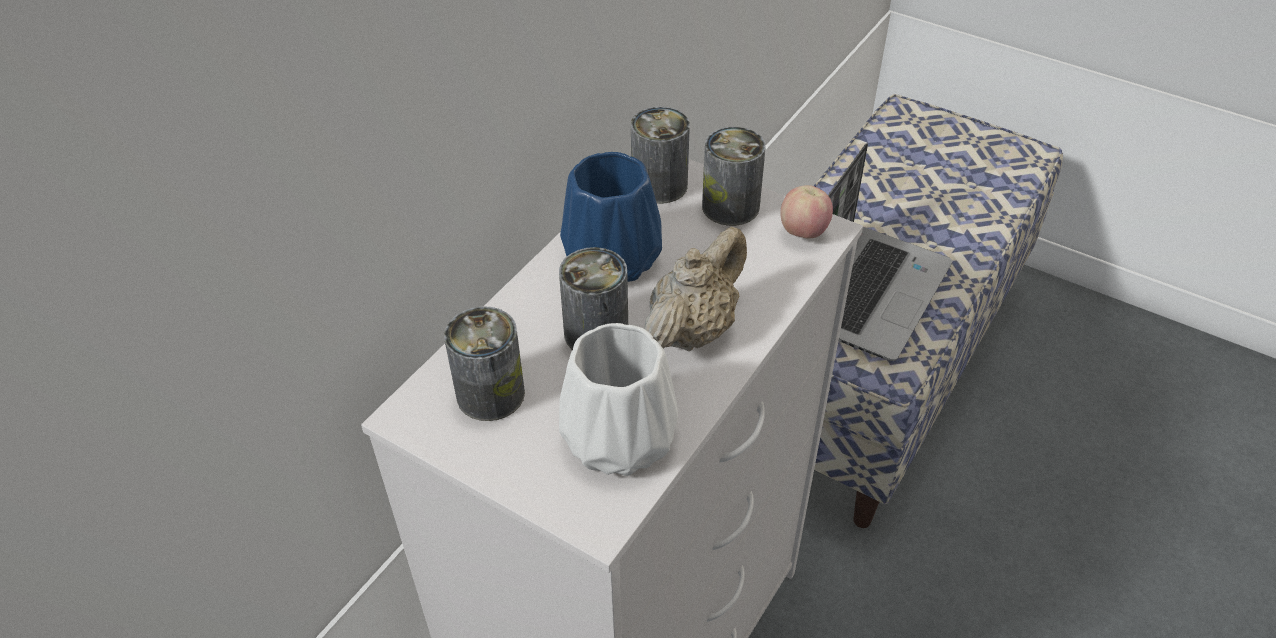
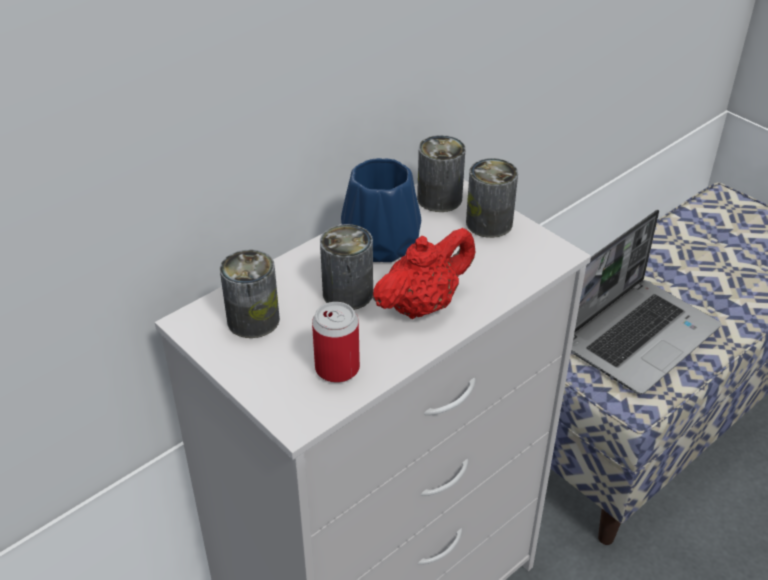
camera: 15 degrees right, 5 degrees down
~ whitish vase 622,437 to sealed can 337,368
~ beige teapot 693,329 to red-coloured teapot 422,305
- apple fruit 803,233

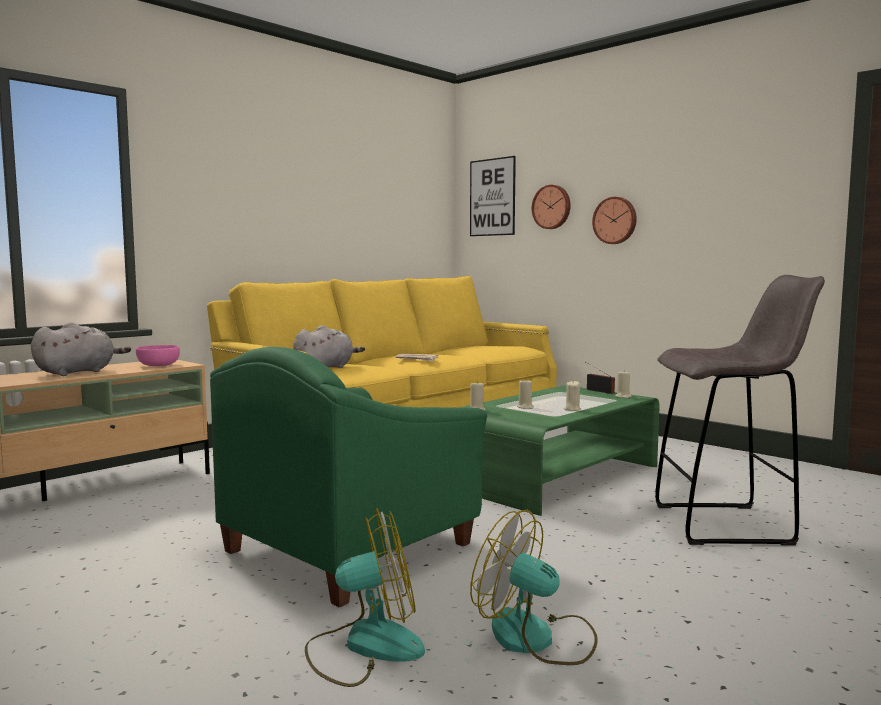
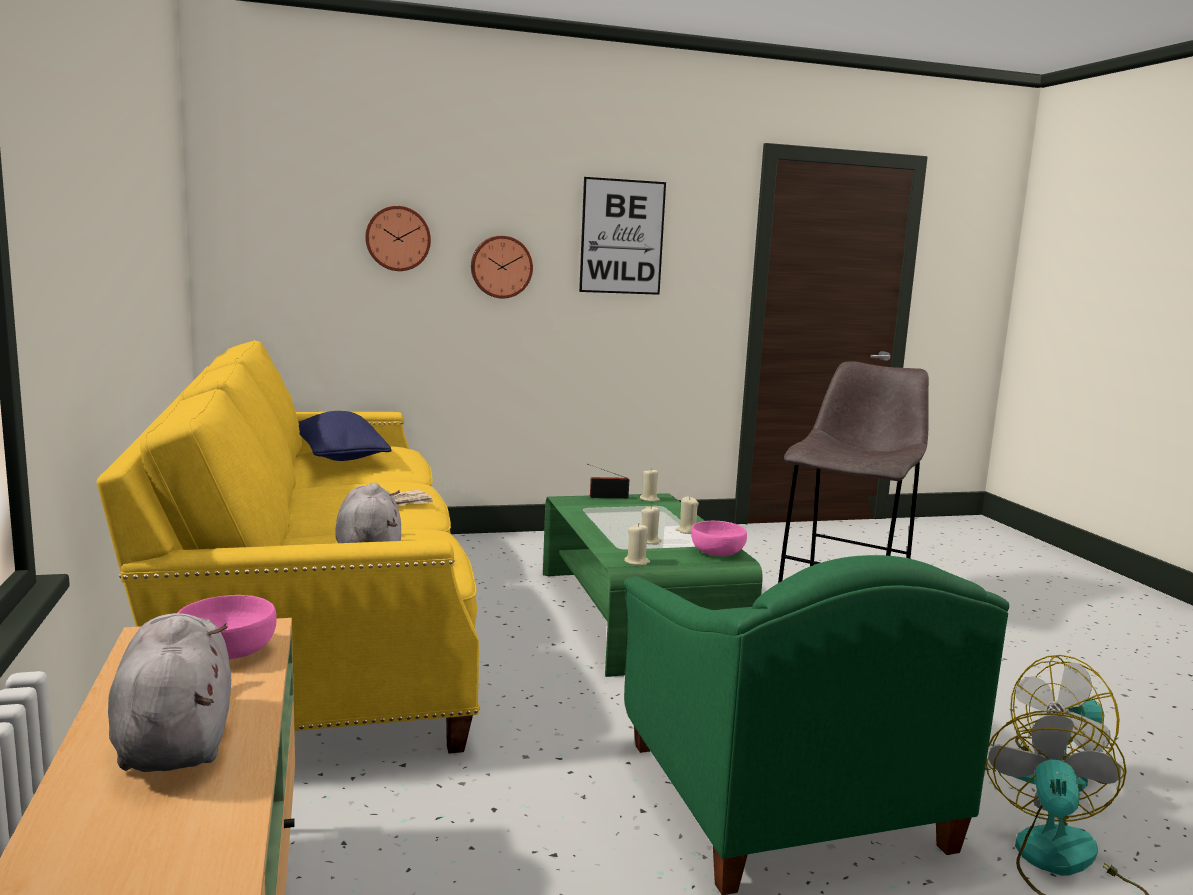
camera: 60 degrees left, 5 degrees up
~ wall picture 492,197 to 622,237
+ blue throw pillow 338,457
+ pinkish serving bowl 716,552

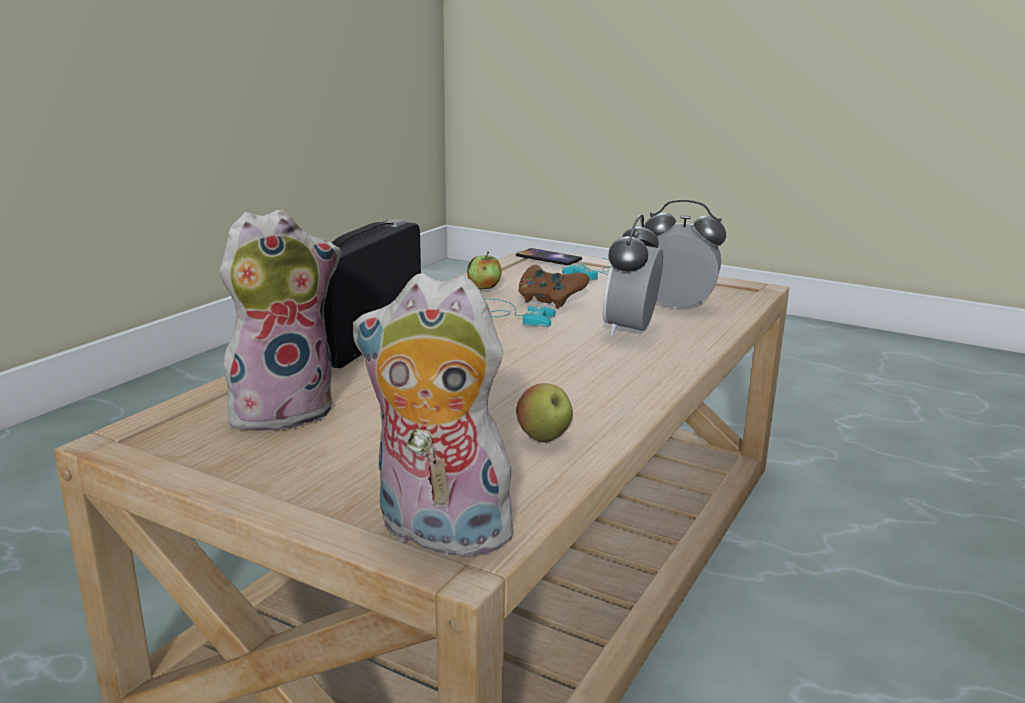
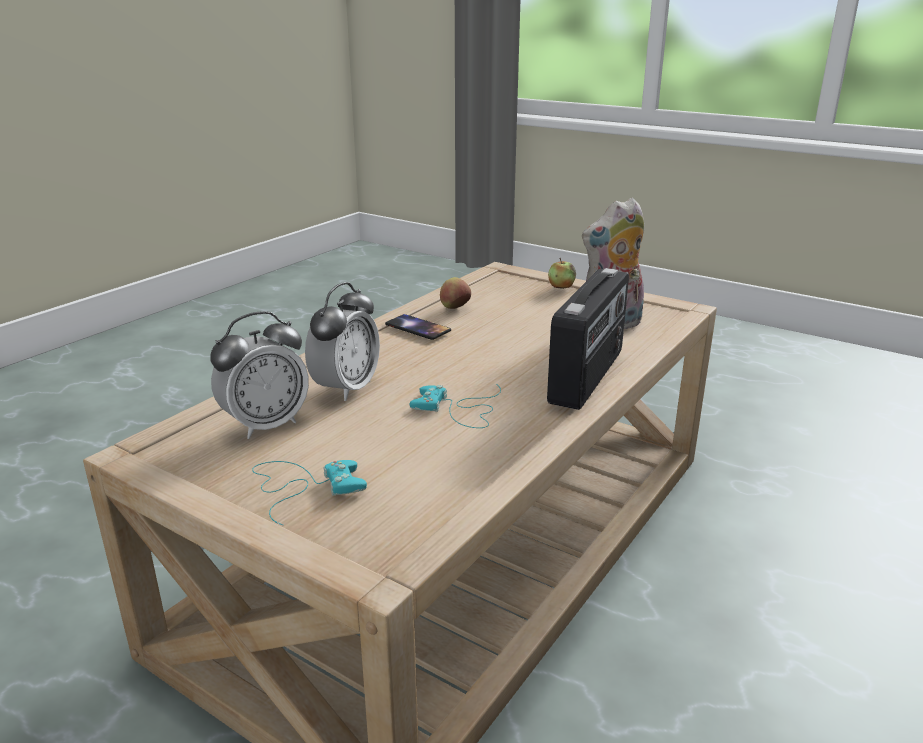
camera: 175 degrees left, 5 degrees up
- soft toy 437,534
~ apple fruit 484,287 to 561,286
~ phone 548,258 to 418,327
- brown gamepad 549,301
~ table clock 677,306 = 265,425 60 degrees counterclockwise

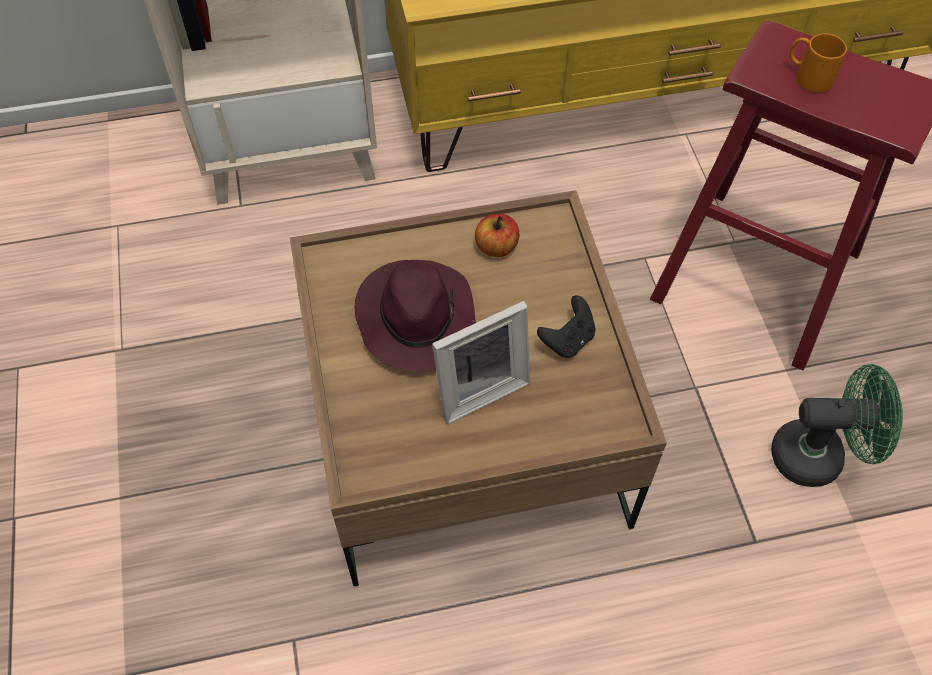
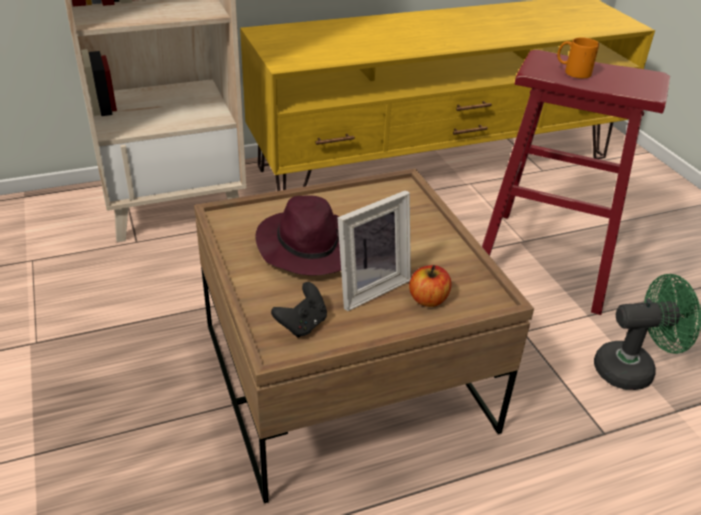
camera: 10 degrees left, 20 degrees down
~ apple fruit 496,247 to 428,299
~ black-coloured gamepad 567,340 to 302,324

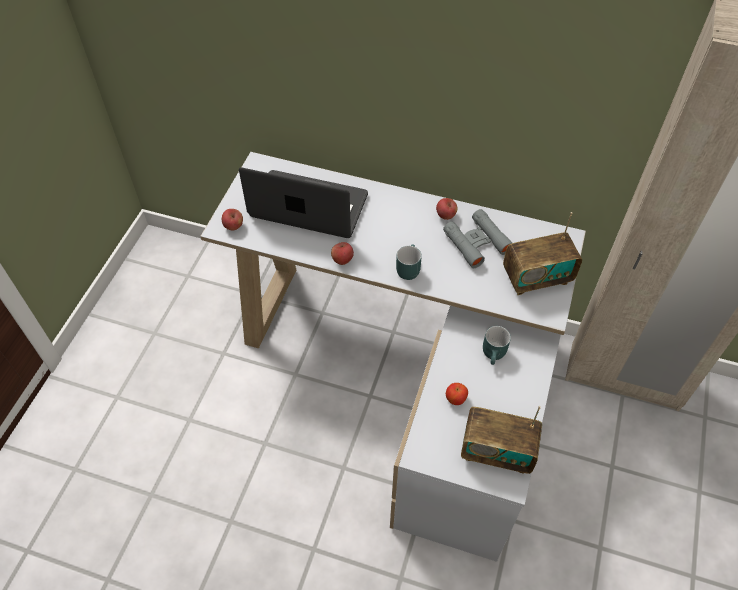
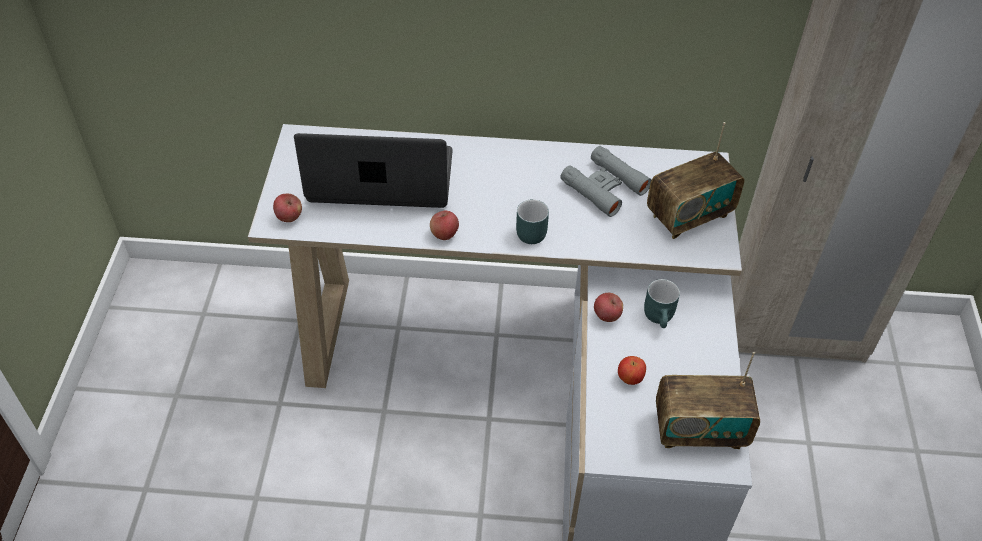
camera: 15 degrees left, 5 degrees down
~ apple fruit 445,215 to 606,316

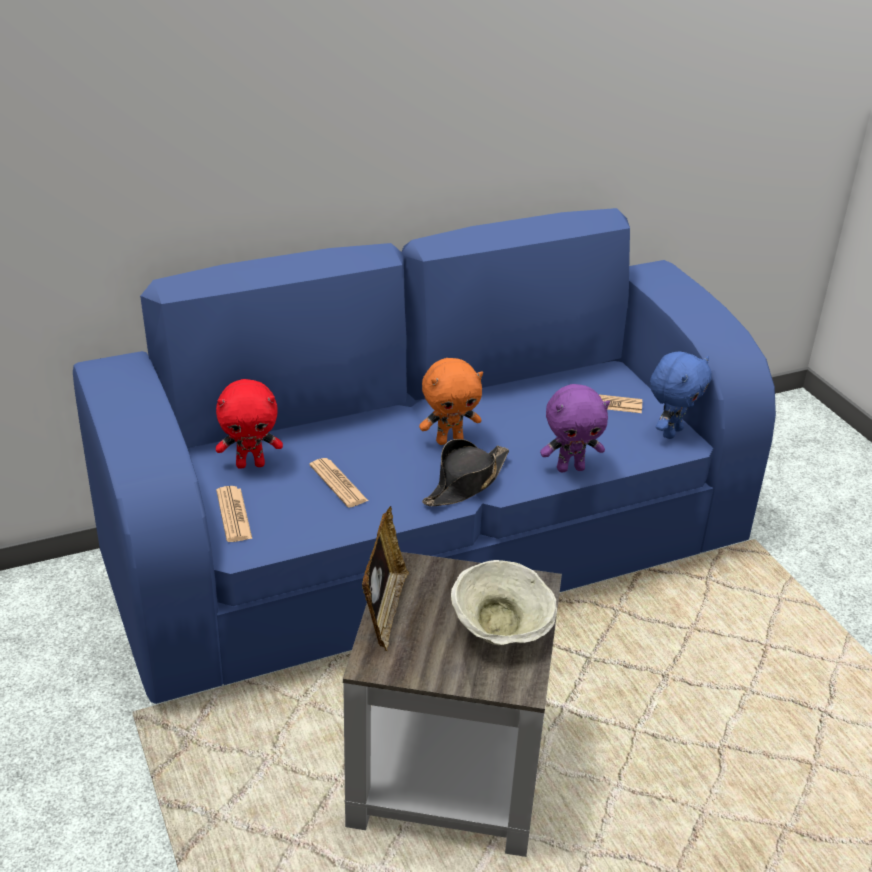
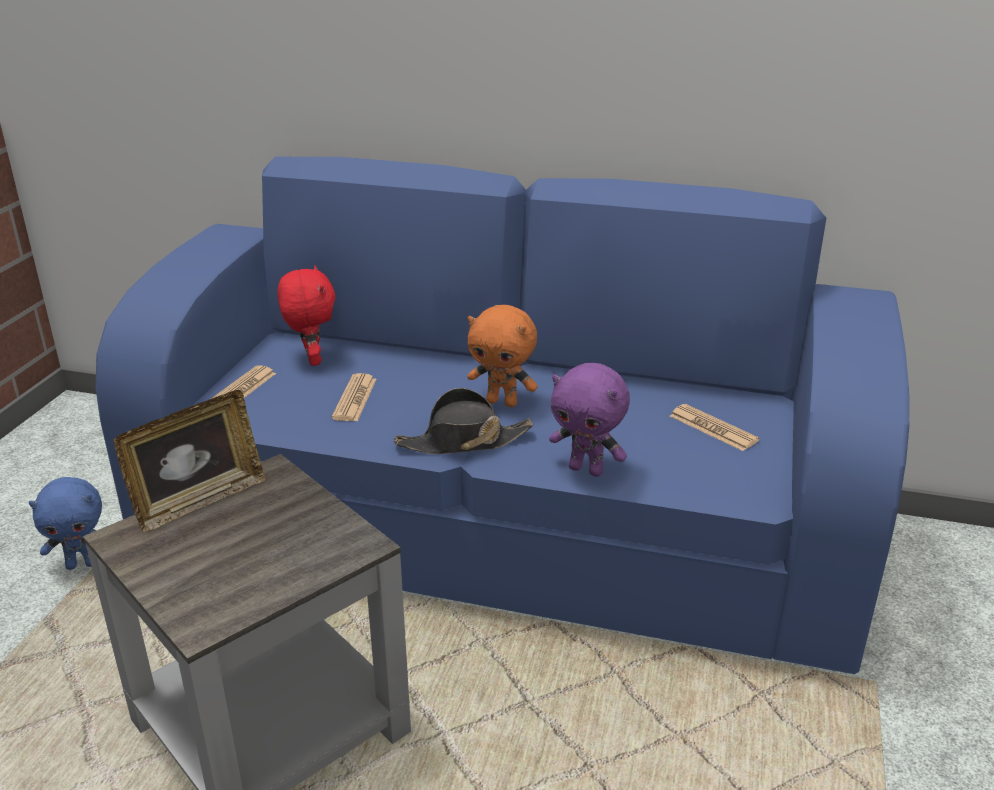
camera: 40 degrees right, 5 degrees down
~ red-coloured soft toy 251,464 = 311,360 135 degrees counterclockwise
- beige serving bowl 501,632
~ blue soft toy 671,432 to 82,564

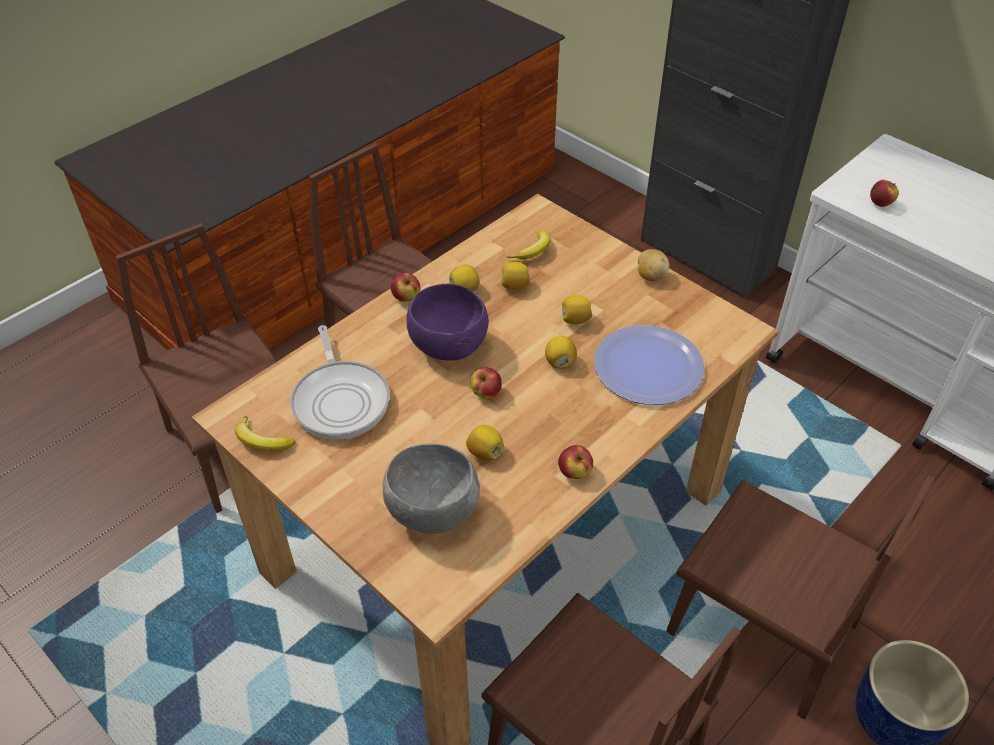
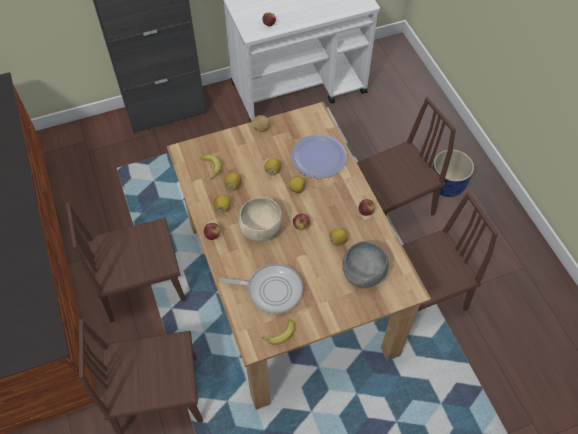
camera: 65 degrees left, 10 degrees up
~ purple serving bowl 448,346 to beige serving bowl 260,230

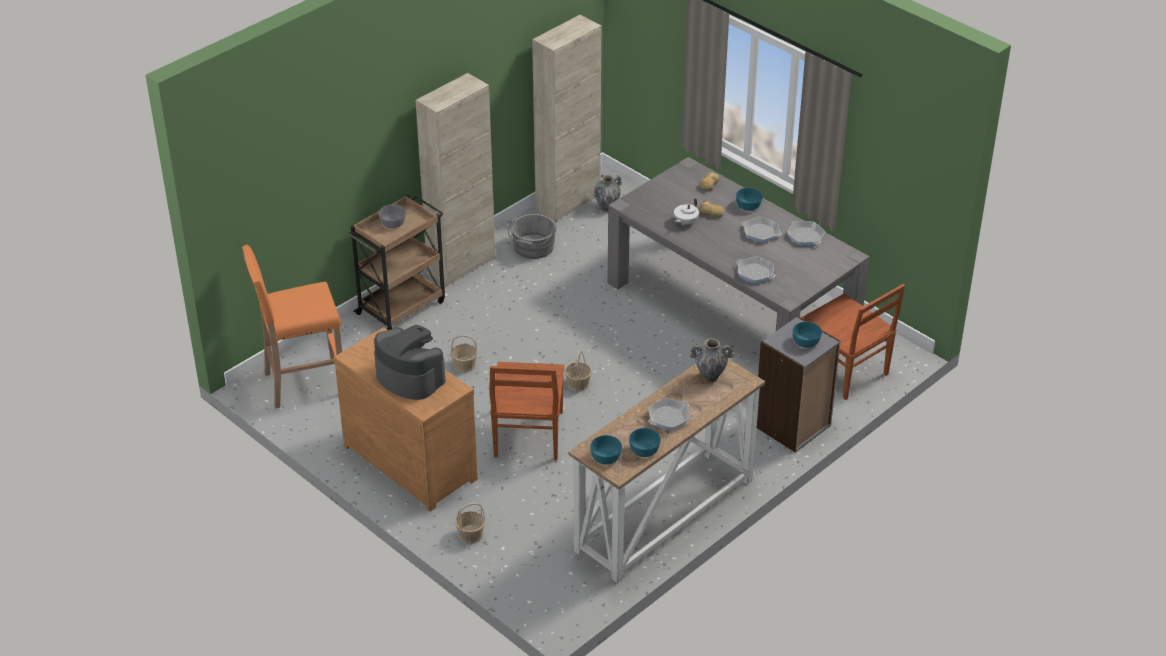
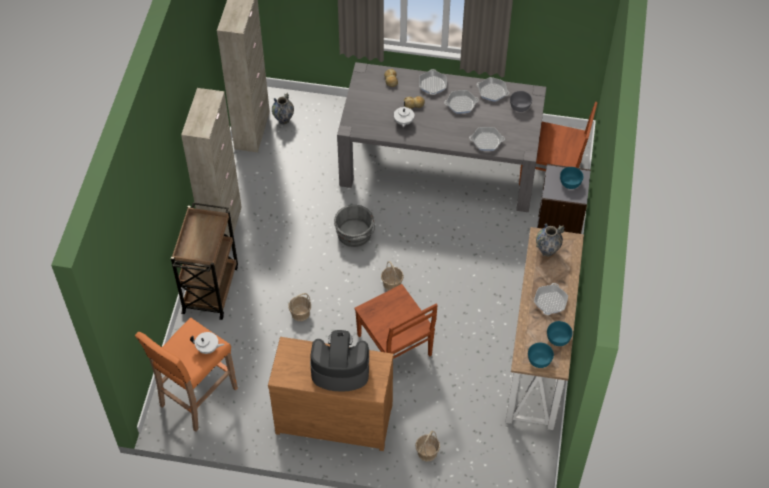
camera: 35 degrees left, 15 degrees up
~ grey serving bowl 393,223 to 520,106
~ grey bucket 533,248 to 355,235
~ turquoise serving bowl 748,205 to frying pan 432,84
+ whitish teapot 208,348

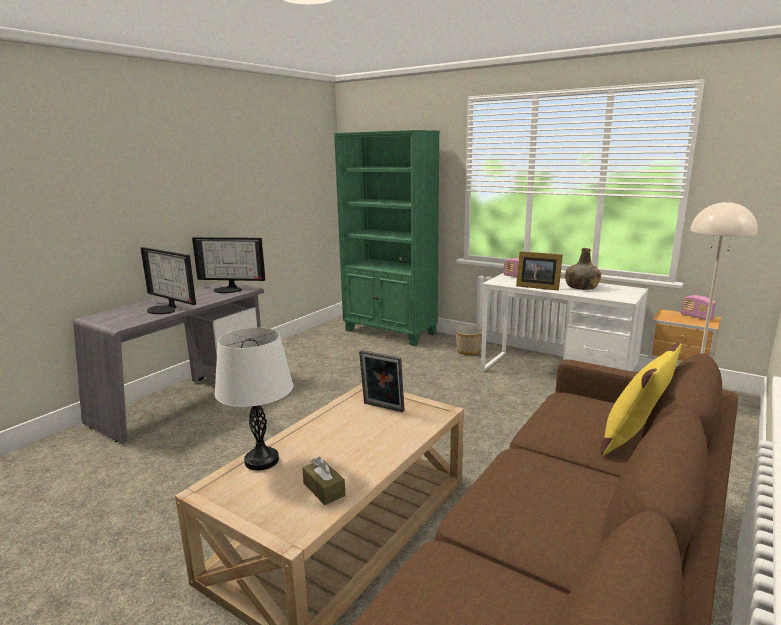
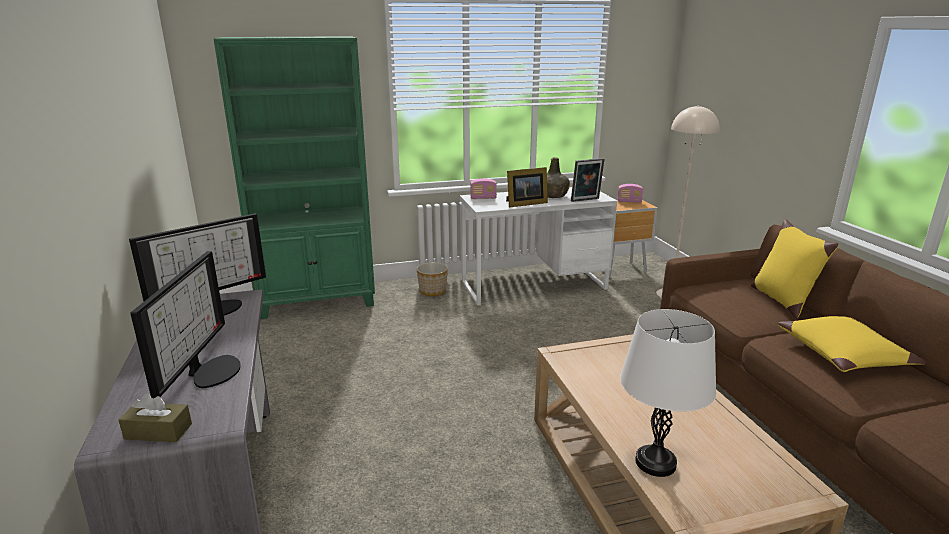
camera: 50 degrees left, 5 degrees up
~ computer display 165,309 = 210,371 75 degrees counterclockwise
~ brown box of tissues 324,489 to 158,431
~ photo frame 382,408 to 586,200
+ yellow throw pillow 844,354

